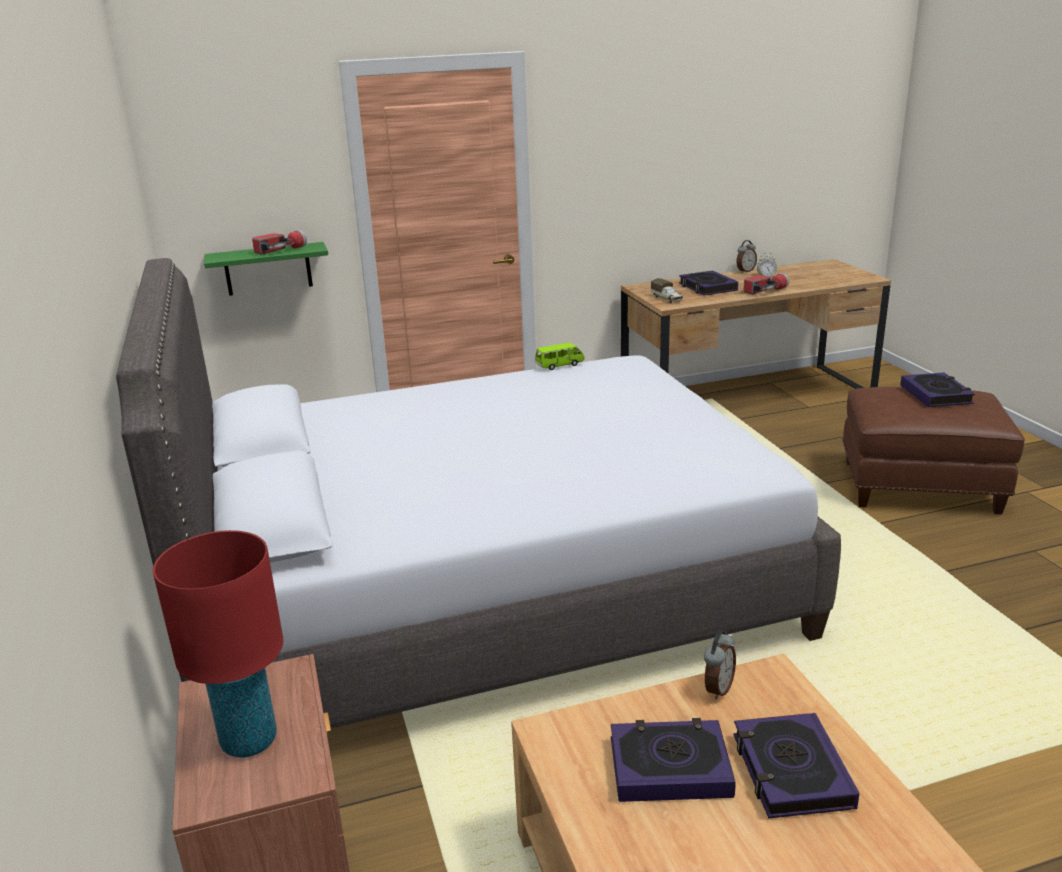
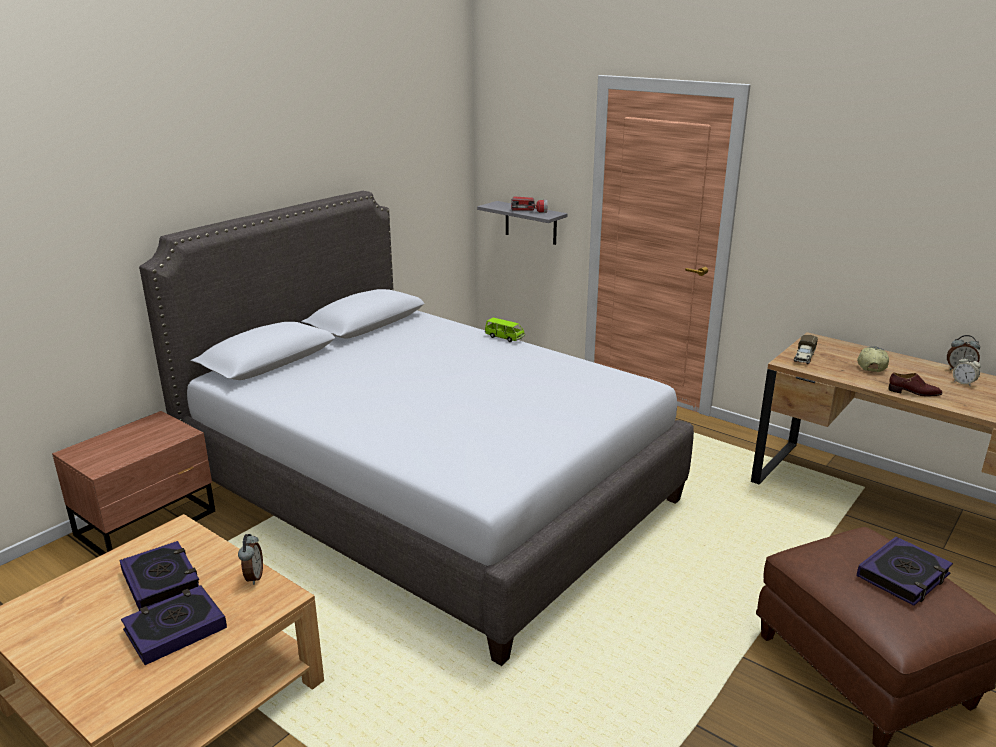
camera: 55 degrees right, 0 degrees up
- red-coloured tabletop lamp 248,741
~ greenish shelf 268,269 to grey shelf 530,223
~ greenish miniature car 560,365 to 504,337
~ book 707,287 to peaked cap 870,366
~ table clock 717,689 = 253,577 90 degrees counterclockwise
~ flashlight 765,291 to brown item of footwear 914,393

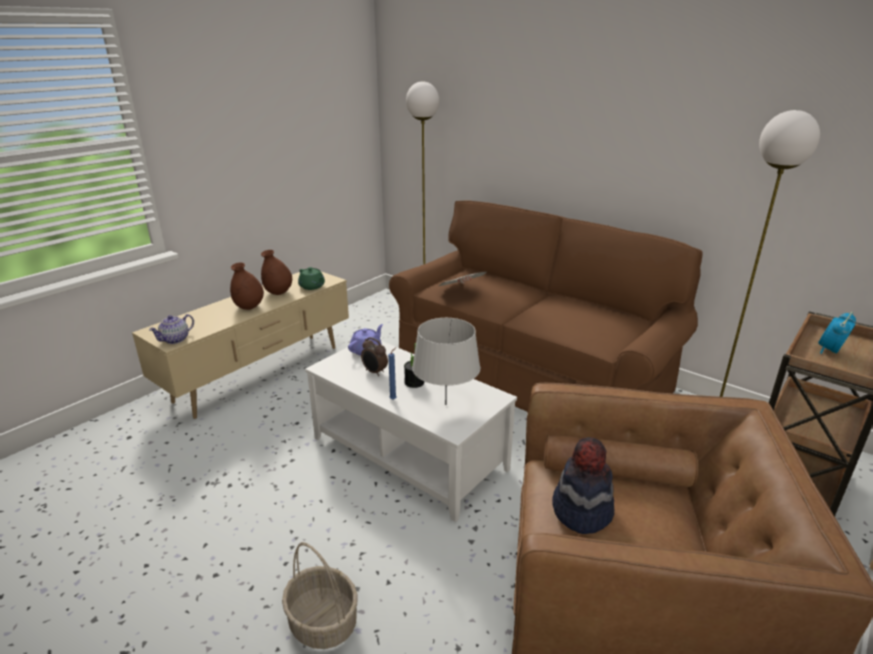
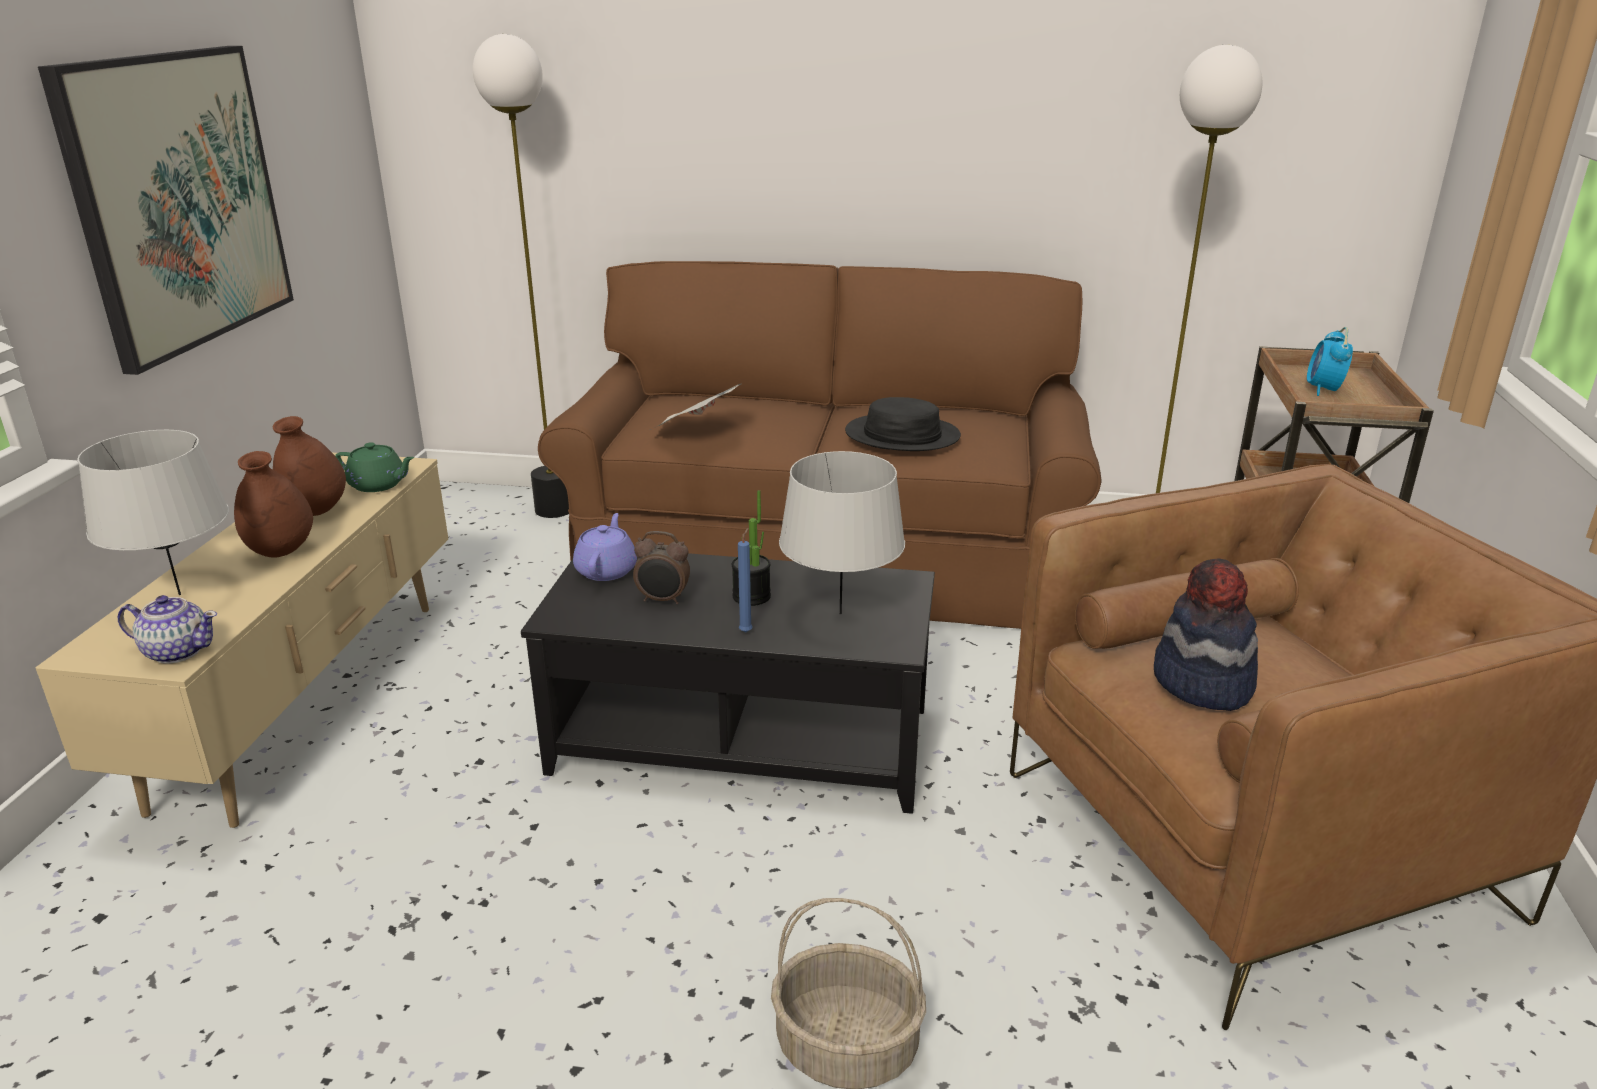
camera: 30 degrees left, 0 degrees up
~ teapot 176,339 = 177,651 90 degrees counterclockwise
~ whitish low table 410,452 to black-coloured low table 742,738
+ wall picture 178,201
+ grey tabletop lamp 179,594
+ black-coloured wearable hat 902,436

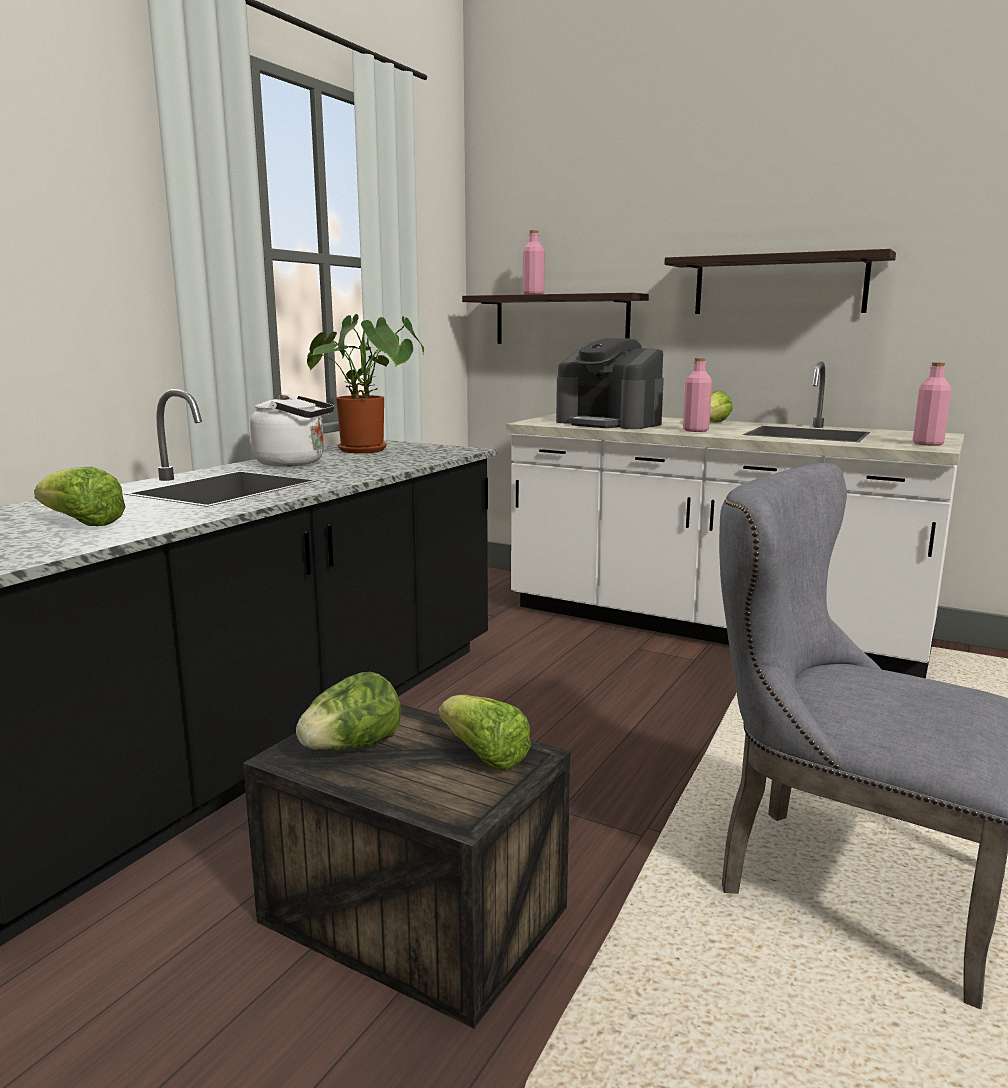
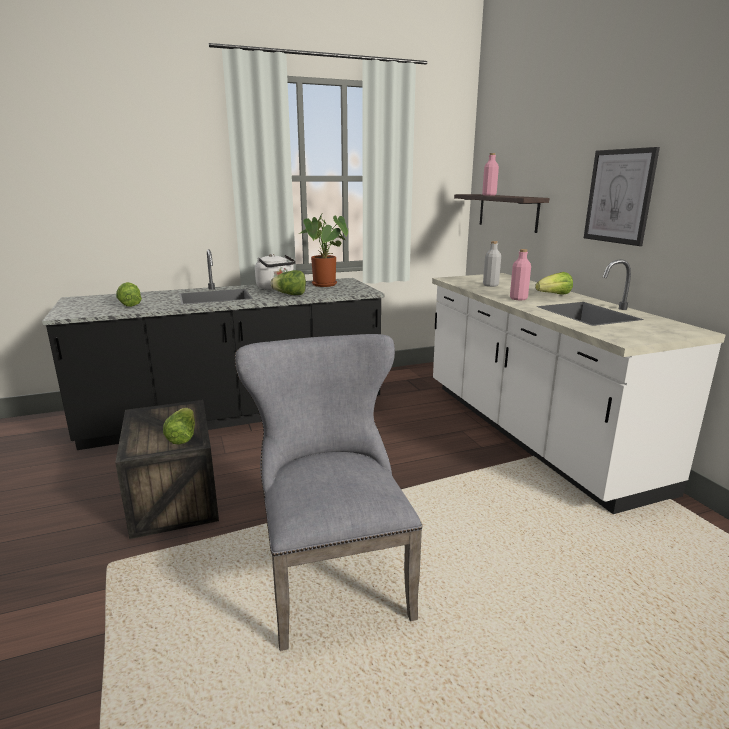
camera: 40 degrees right, 5 degrees up
~ lettuce 352,747 to 290,295
~ coffee maker 609,423 to grey beverage bottle 490,285
~ shelf 779,285 to wall picture 619,196
- pinkish beverage bottle 927,444

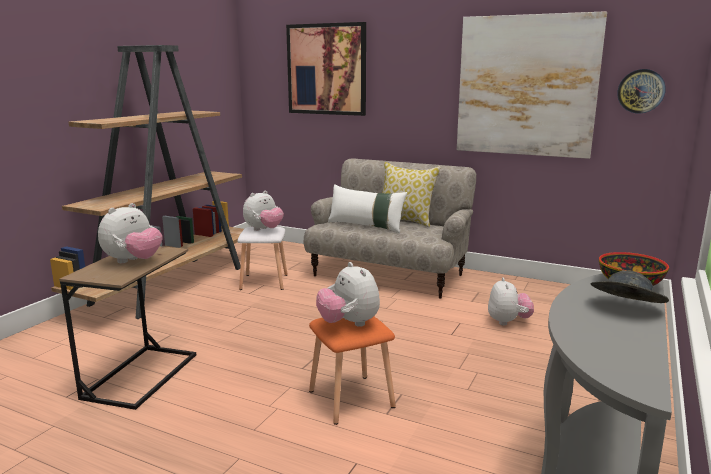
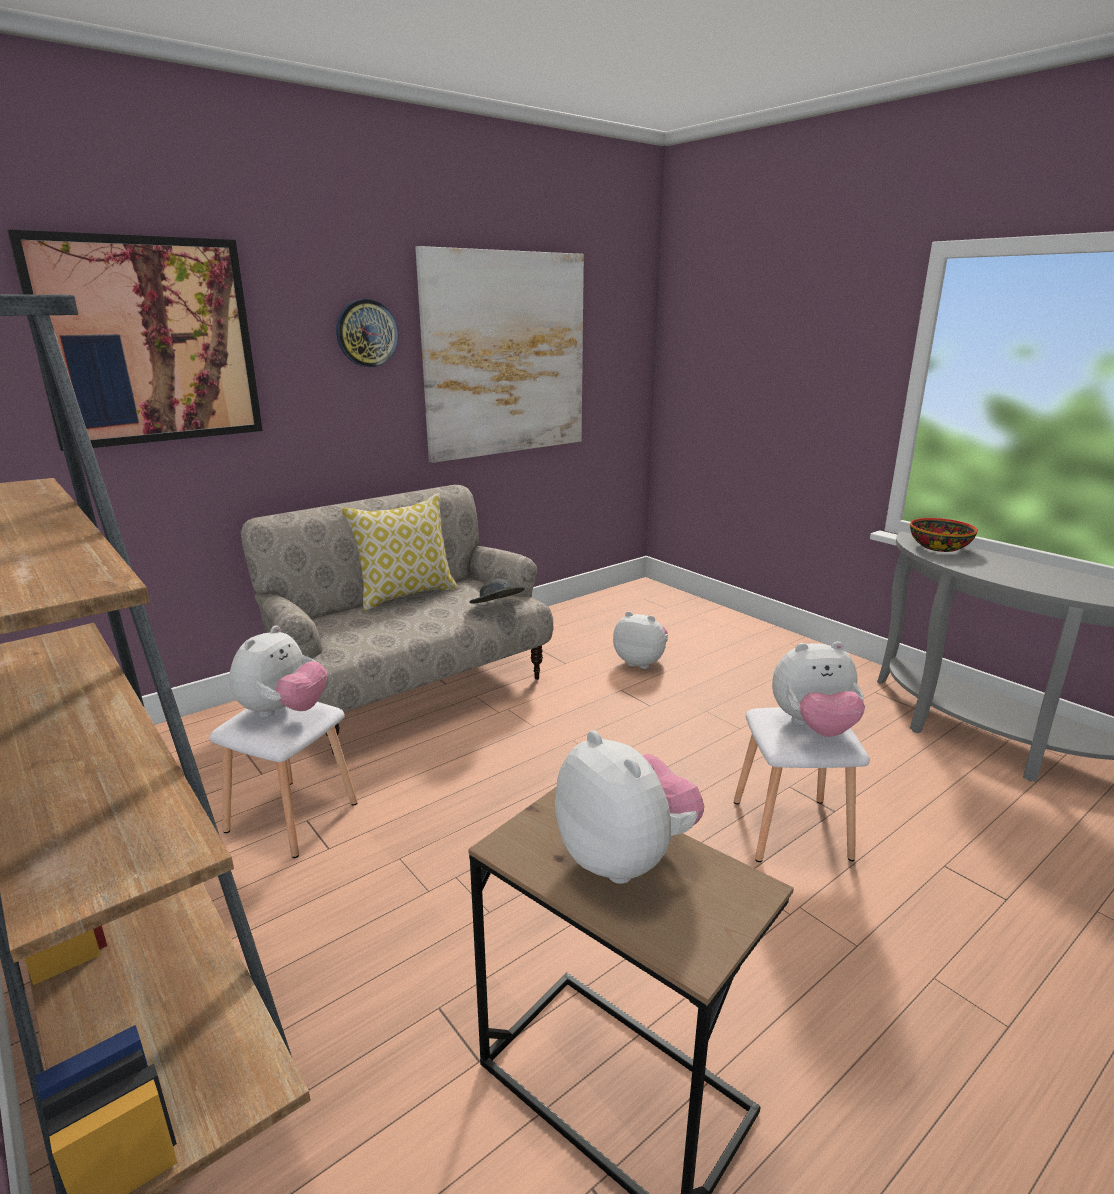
camera: 65 degrees left, 5 degrees up
~ soft toy 264,230 = 283,712 45 degrees clockwise
~ orangey sitting stool 352,399 to whitish sitting stool 792,828
- whitish throw pillow 366,226
~ grey wearable hat 625,308 to 497,608
~ wall clock 641,91 to 366,333

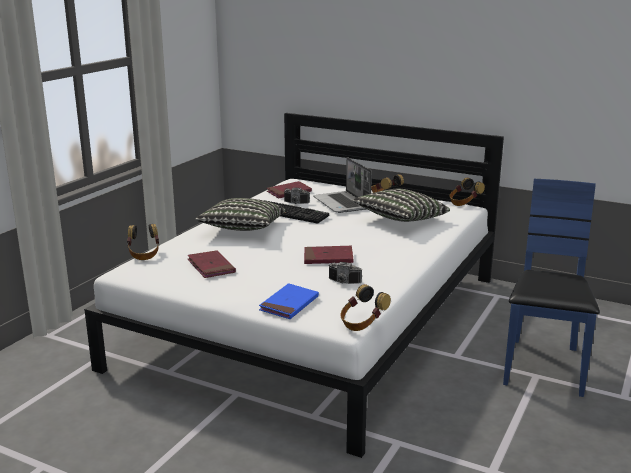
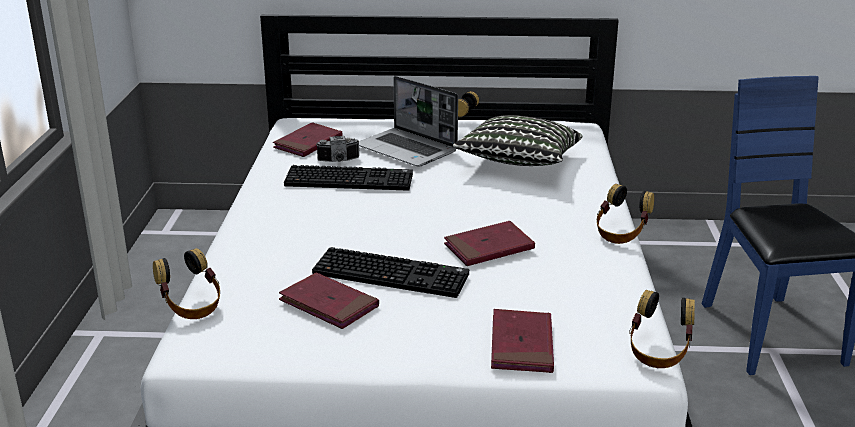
camera: 25 degrees left, 5 degrees up
- throw pillow 242,229
~ blue book 289,304 to red-coloured book 521,345
- photo camera 343,282
~ pair of headphones 464,203 to 621,234
+ computer keyboard 393,274

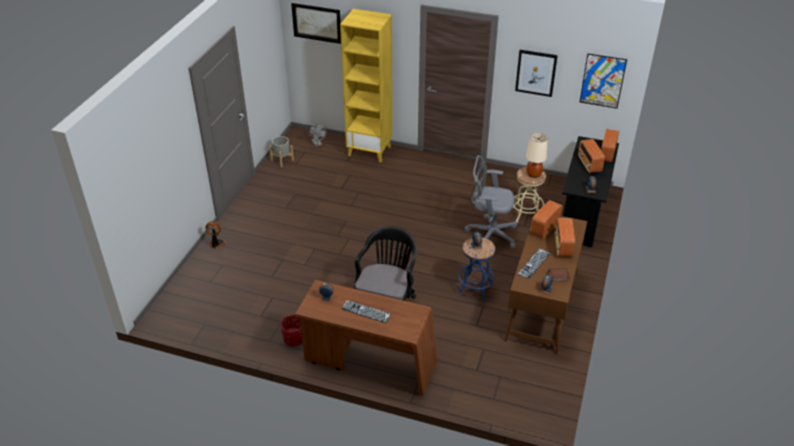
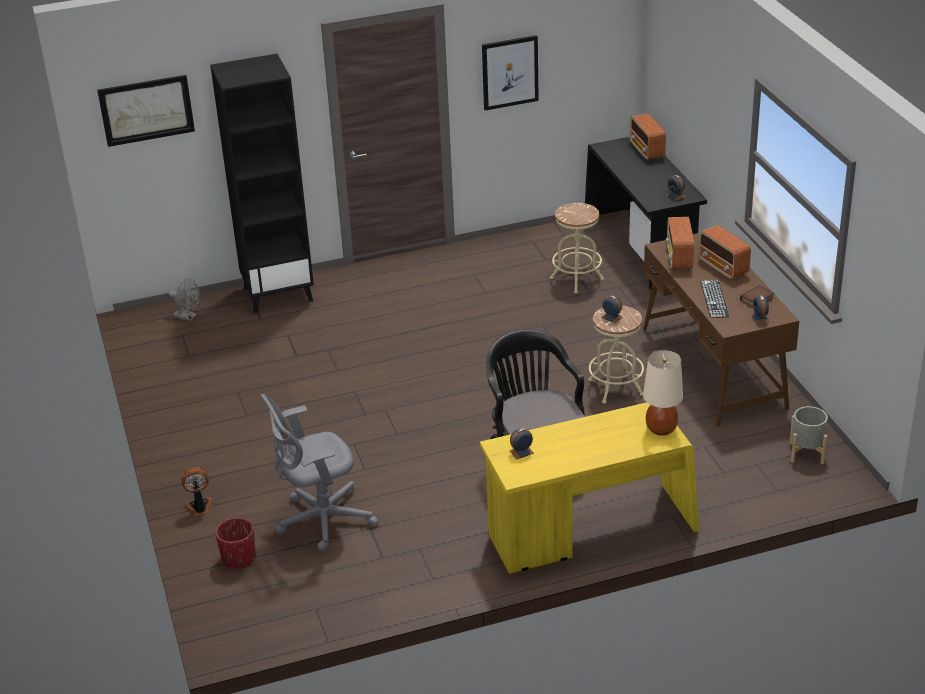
camera: 35 degrees left, 5 degrees down
~ grey planter 282,160 to 806,453
~ red-coloured planter 293,339 to 238,559
~ brown desk table 369,362 to yellow desk table 590,532
~ yellow bookcase 370,151 to black-coloured bookcase 278,294
- computer keyboard 366,311
~ blue sitting stool 475,288 to beige sitting stool 615,387
~ grey office chair 489,233 to 320,521
~ beige tabletop lamp 533,174 to 661,429
- radio 589,165
- wall picture 602,81

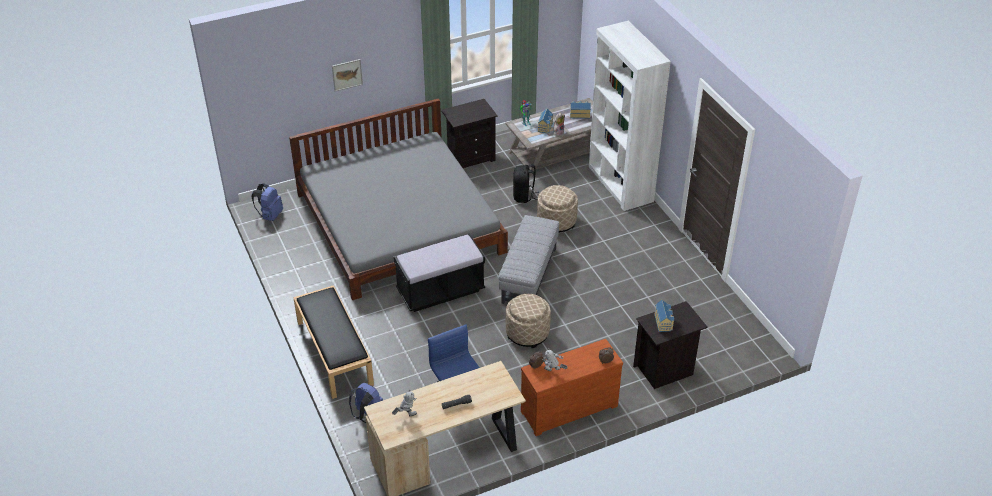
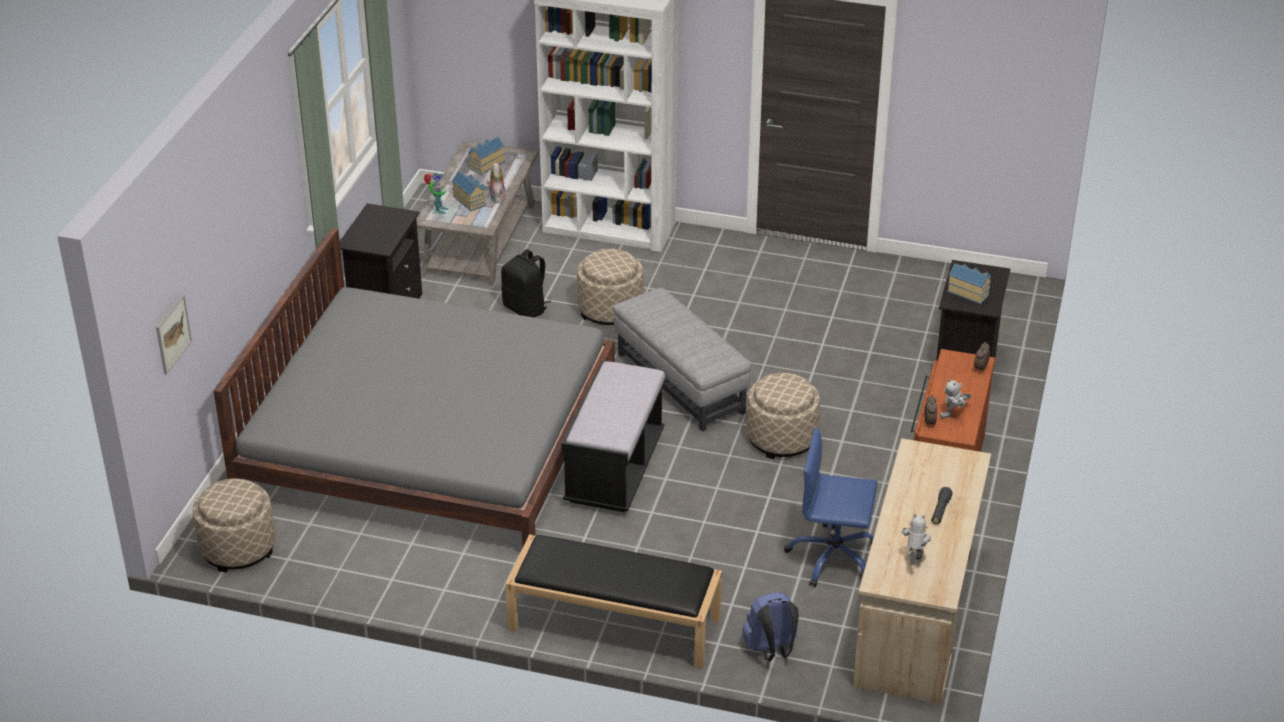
camera: 50 degrees left, 5 degrees down
~ blue backpack 270,215 to beige pouffe 238,548
~ wall picture 347,74 to 173,334

